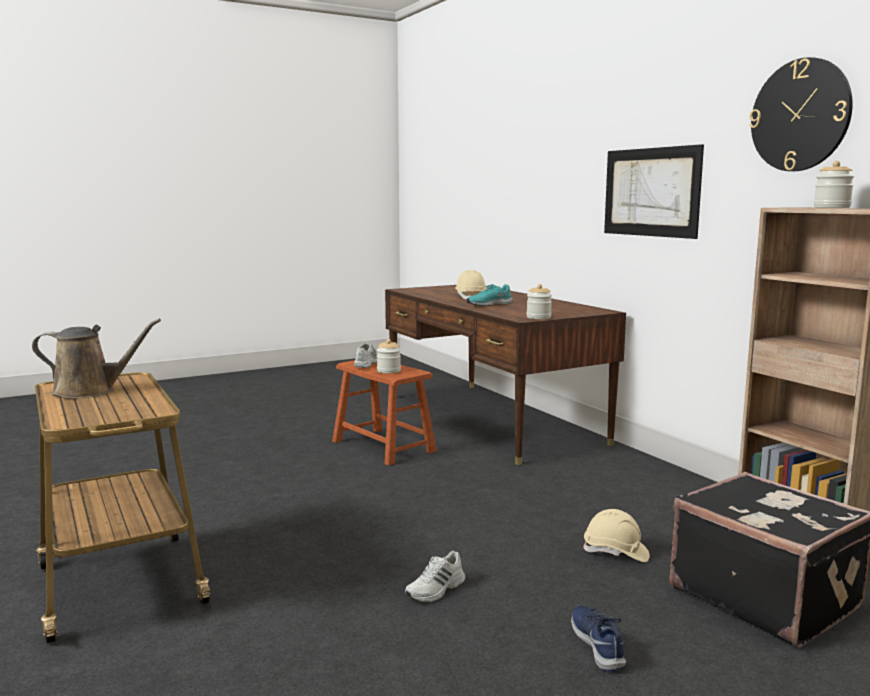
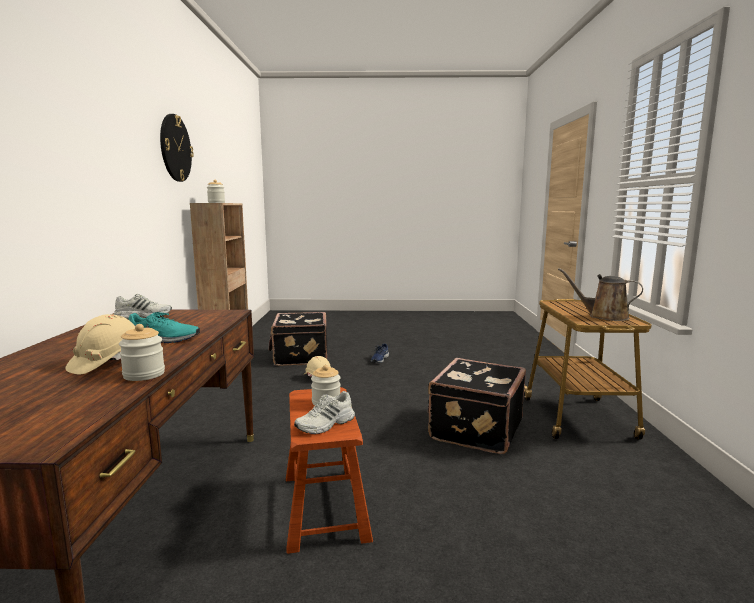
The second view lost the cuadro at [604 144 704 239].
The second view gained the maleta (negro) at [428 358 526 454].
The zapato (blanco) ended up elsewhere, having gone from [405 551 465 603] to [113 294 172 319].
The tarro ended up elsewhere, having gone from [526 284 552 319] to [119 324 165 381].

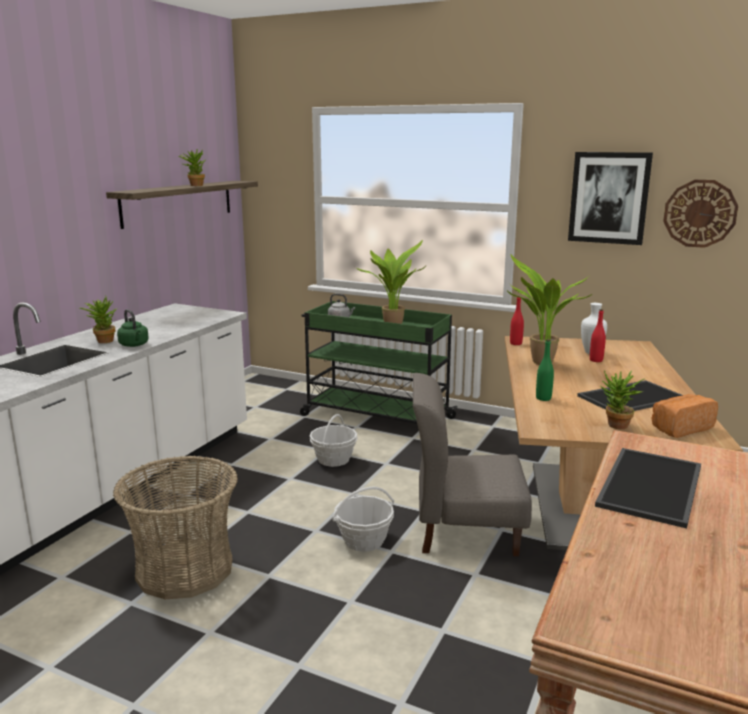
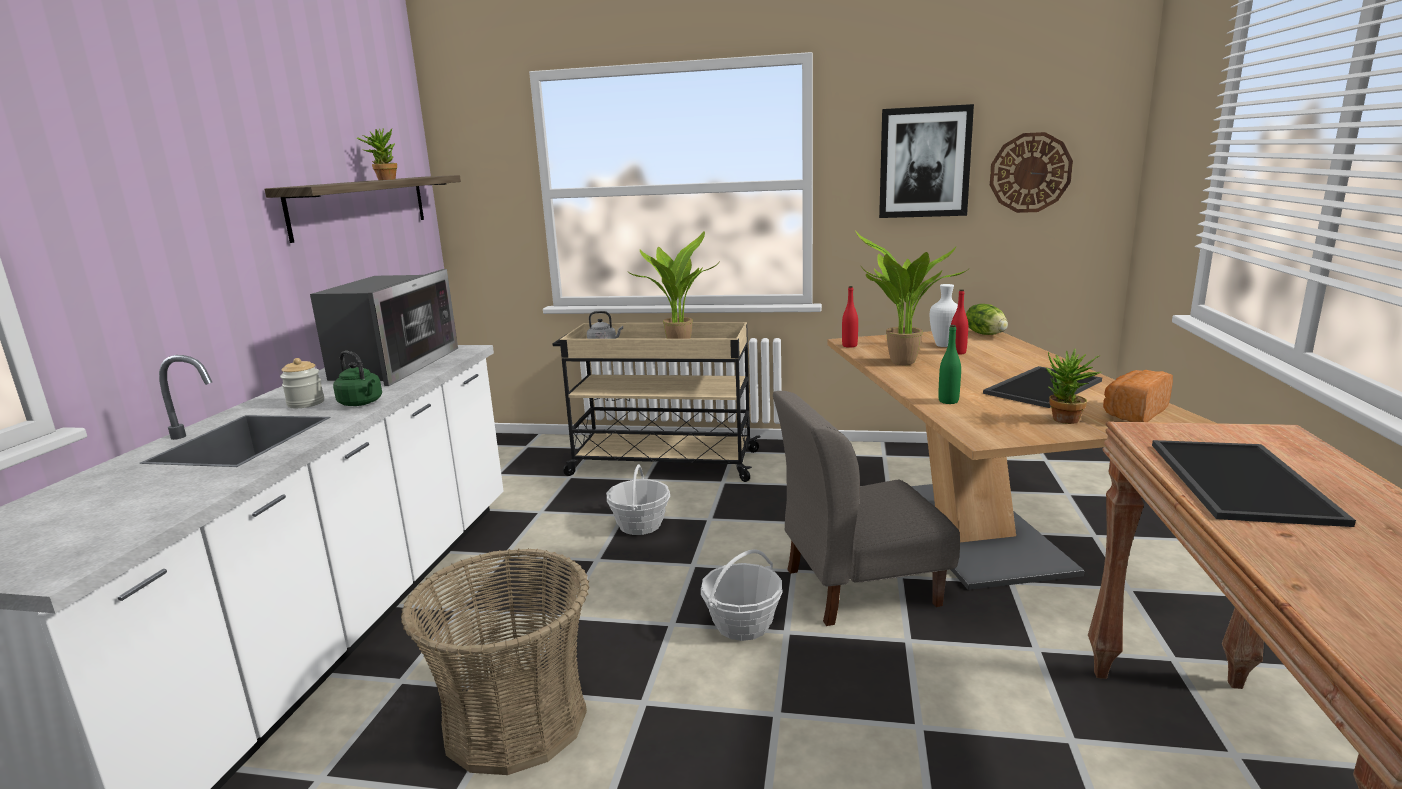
The second view gained the microondas at [310 269 458 386].
The second view gained the lechuga at [966 304 1008 335].
Where the planta en maceta stood at [80 297 117 343], the tarro came to stand at [280 358 324 408].
What was the carrito (verde) at [300 301 458 424] turned into the carrito (beis) at [552 322 761 482].

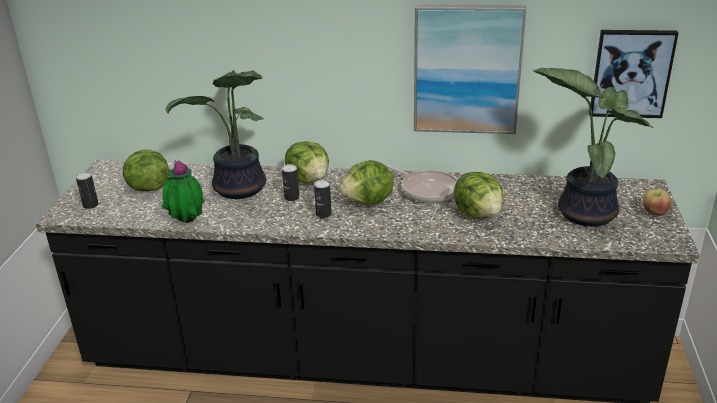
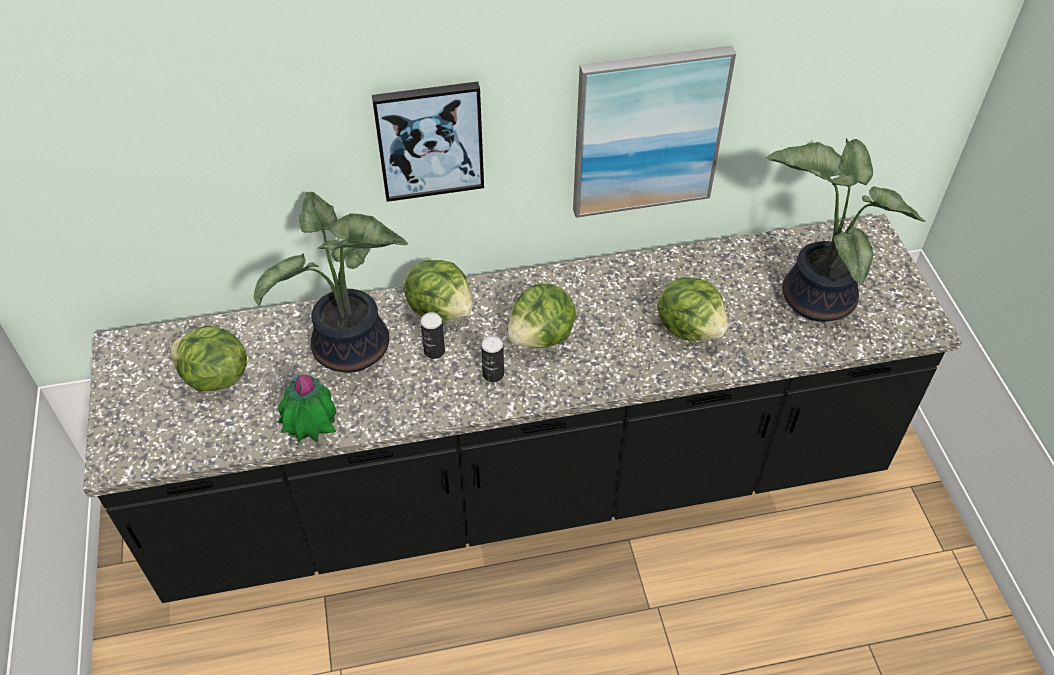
The second view lost the lata at [76 172 99 209].
The second view lost the sartén at [385 164 458 203].
The second view lost the manzana at [643 189 671 216].
The cuadro ended up elsewhere, having gone from [589 30 678 118] to [372 82 484 202].

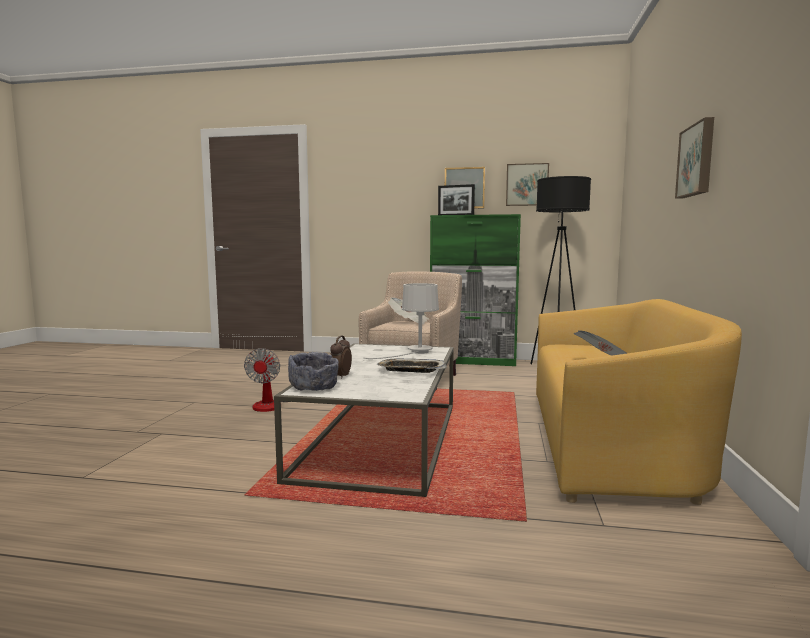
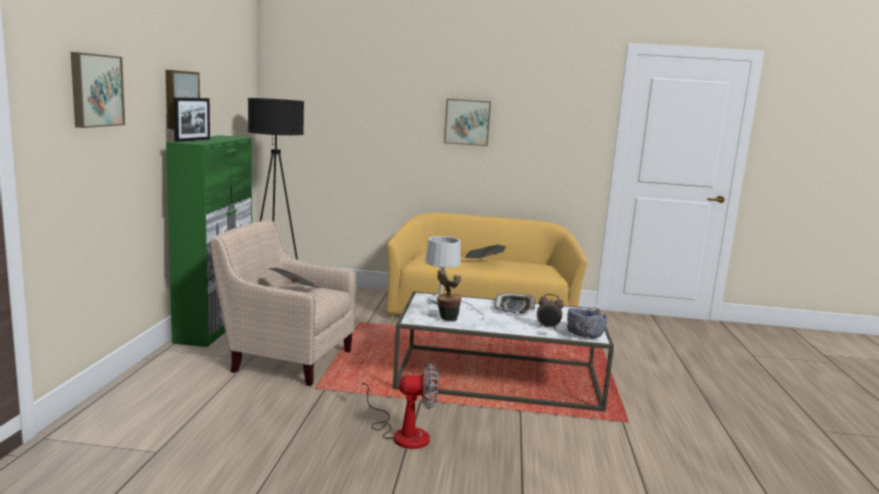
The second view gained the planta en maceta at [437 269 461 321].
The cuadro ended up elsewhere, having gone from [506 163 549 206] to [71 52 125 128].

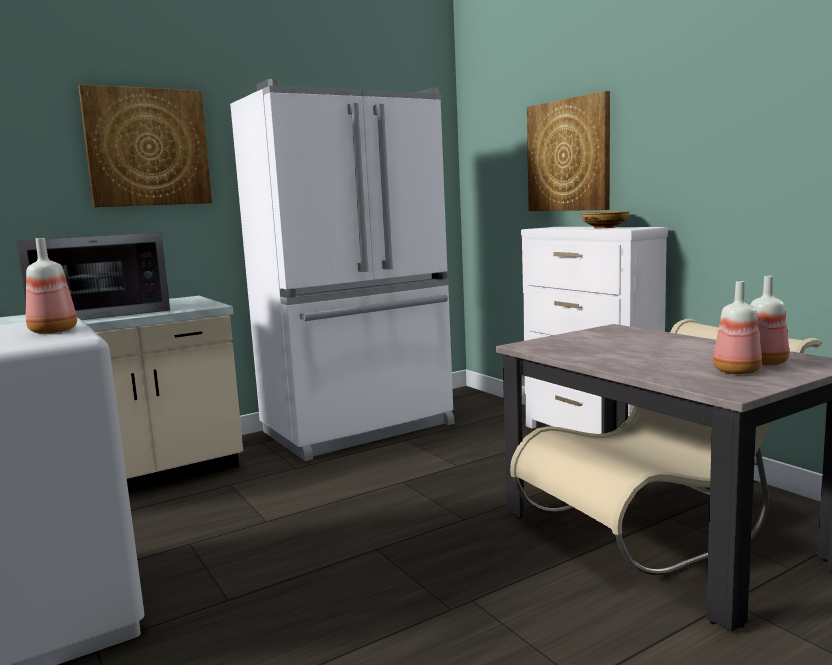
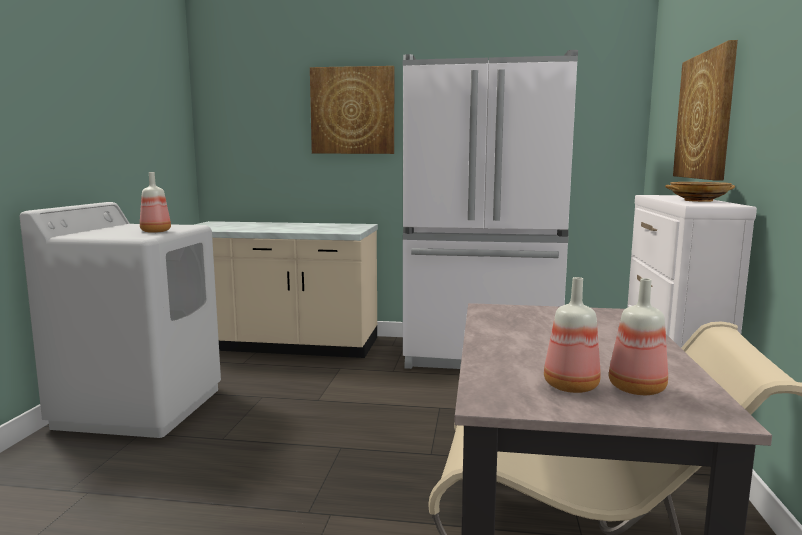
The second view lost the microondas at [16 232 170 320].

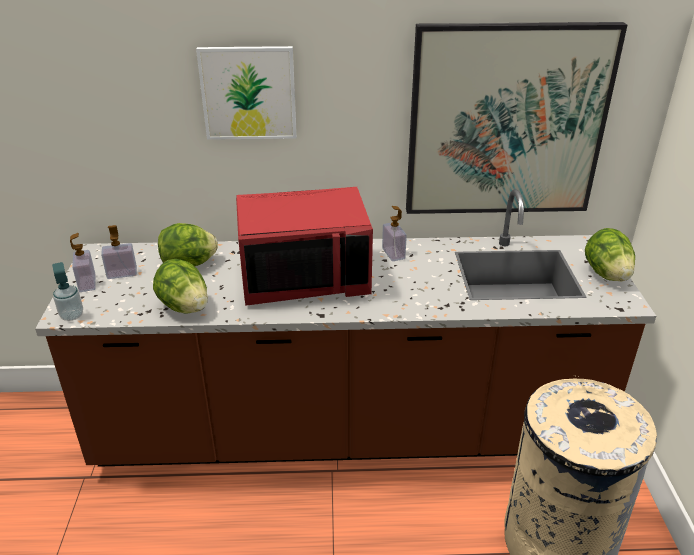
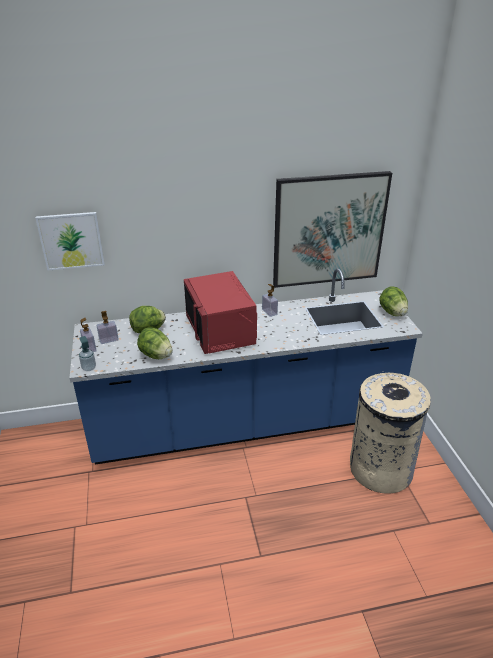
The cuadro ended up elsewhere, having gone from [196 46 297 140] to [35 212 105 271].
What was the mueble bajo de cocina (marrón) at [35 189 656 467] turned into the mueble bajo de cocina (azul) at [69 268 423 465].
The microondas (rojo) at [236 187 373 306] ended up facing another way, 90 degrees clockwise from before.

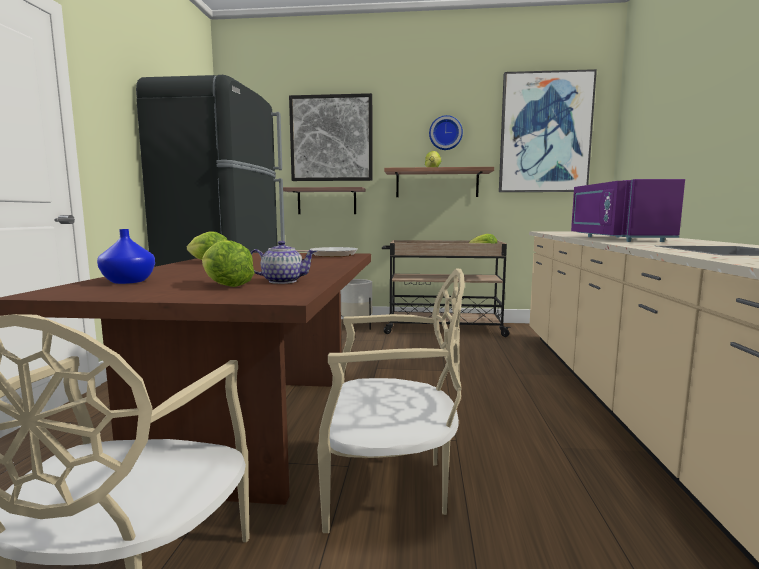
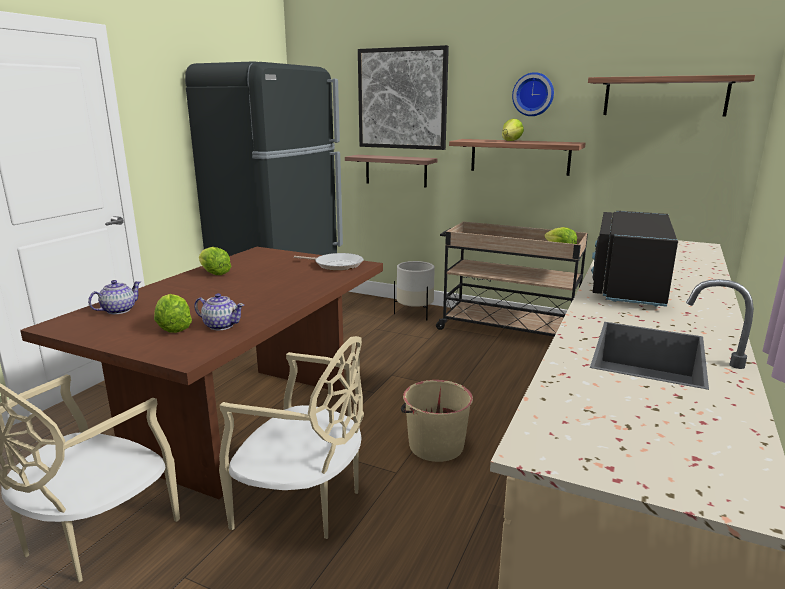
The second view gained the cubo (beis) at [401 380 473 462].
Where the florero (azul) stood at [97 229 155 284], the tetera came to stand at [88 280 141 314].
Where the cuadro hung at [499 69 597 192], the estante came to hang at [588 75 755 116].
What was the microondas (morado) at [571 179 685 242] turned into the microondas (negro) at [591 211 678 307].

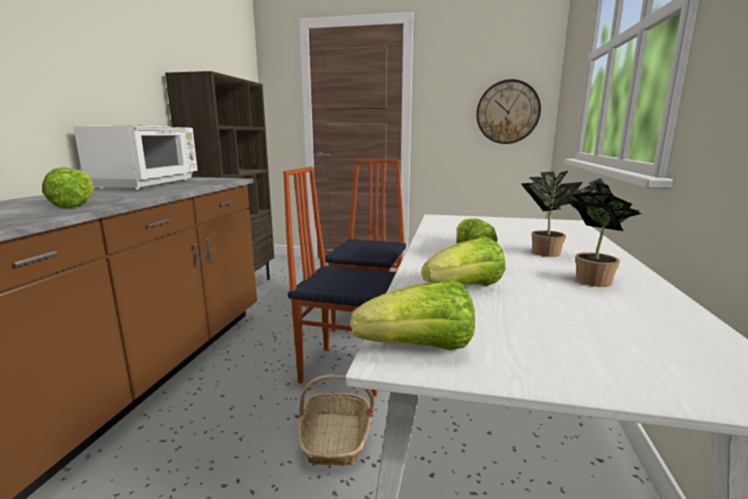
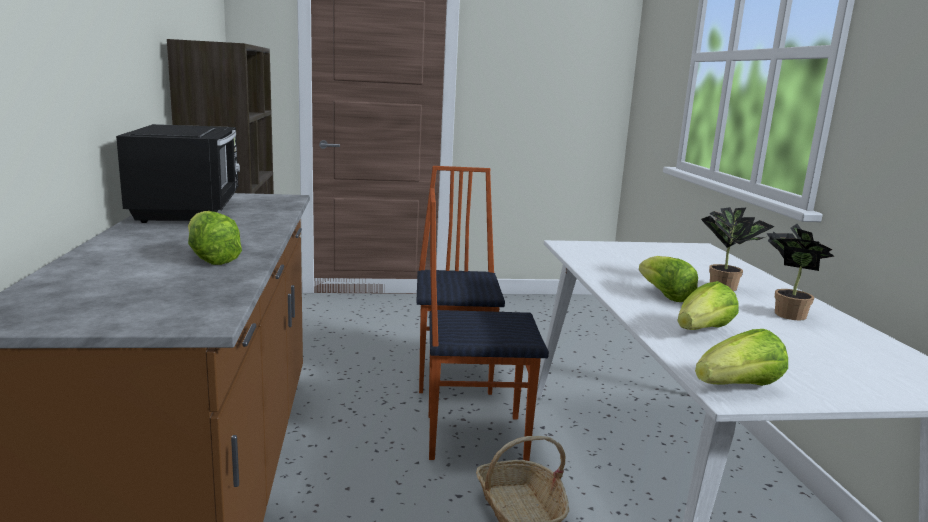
The second view lost the reloj de pared at [476 79 541 144].
What was the microondas (blanco) at [73 125 197 189] turned into the microondas (negro) at [116 124 240 223].

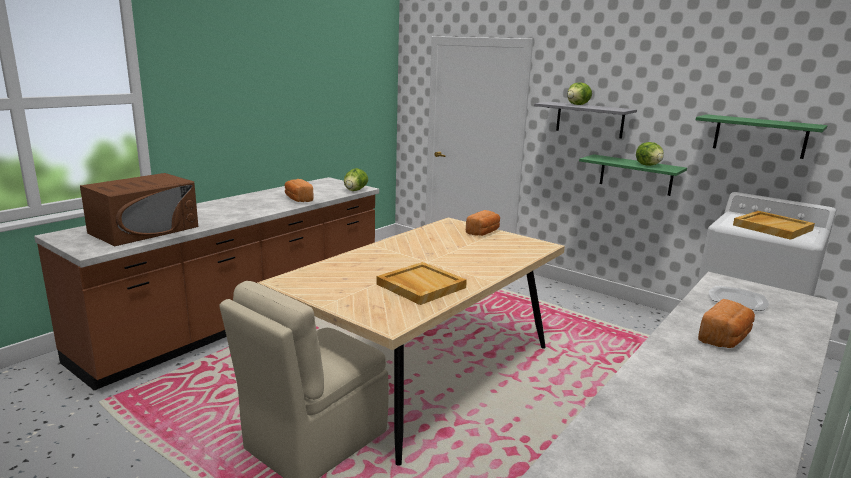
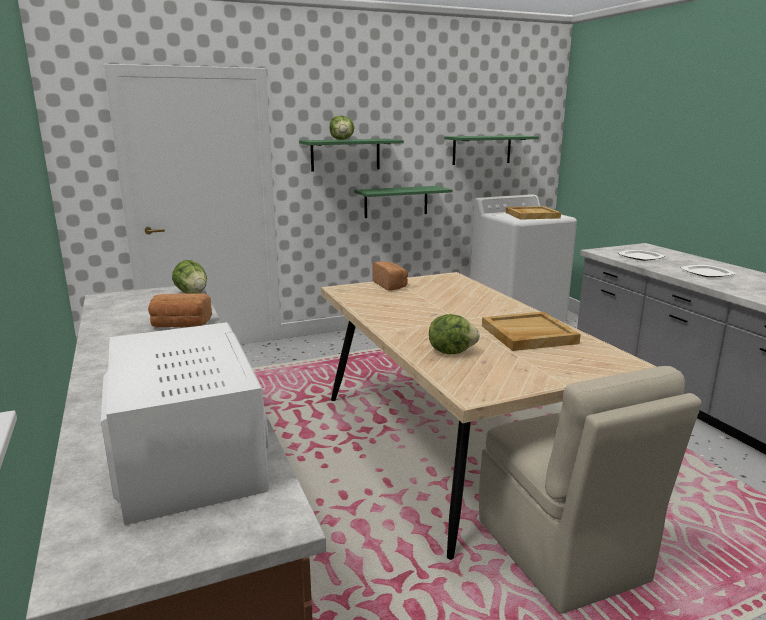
The lechuga ended up elsewhere, having gone from [636 142 664 166] to [429 314 480 354].
Where the pan stood at [698 299 755 348], the plato came to stand at [680 265 736 277].
What was the microondas (marrón) at [80 173 198 246] turned into the microondas (blanco) at [101 322 269 525].
What was the estante (gris) at [534 102 637 139] turned into the estante (verde) at [299 139 404 172].

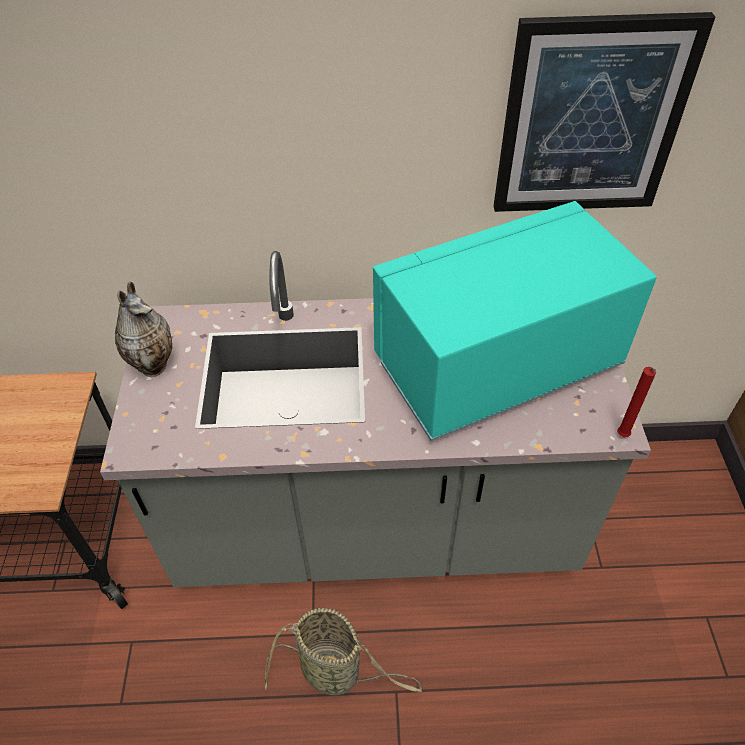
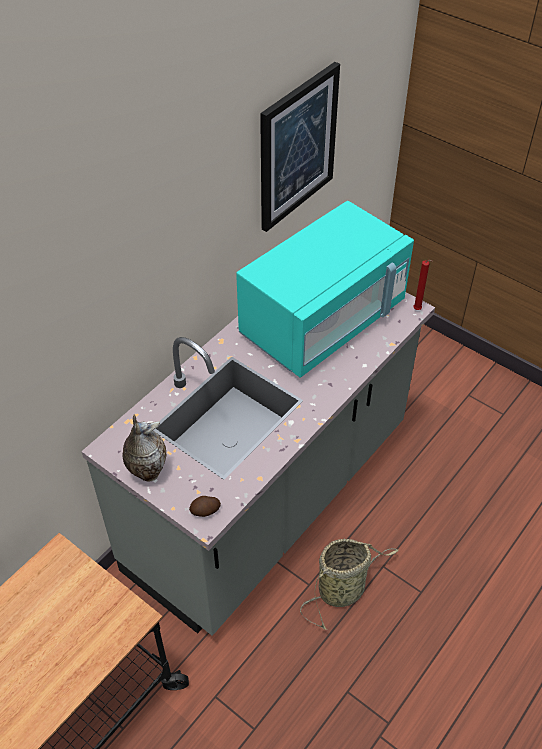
The second view gained the patata at [189 496 221 517].
The microondas (turquesa) at [373 201 656 441] ended up facing another way, 150 degrees counterclockwise from before.

